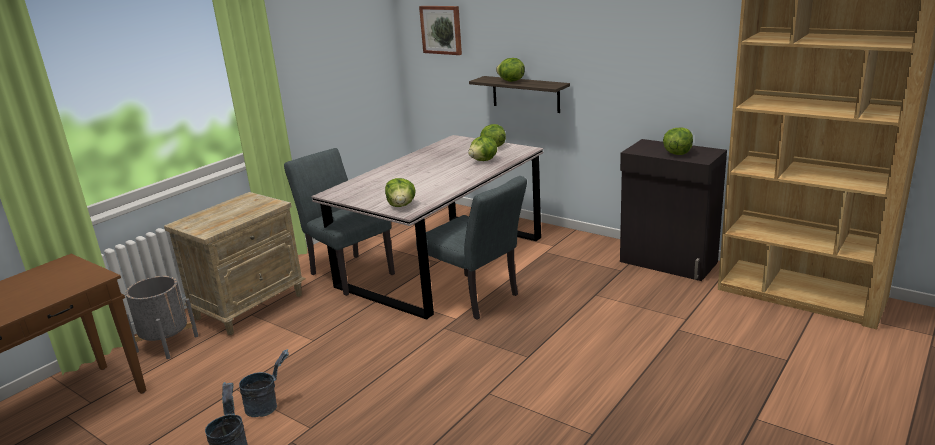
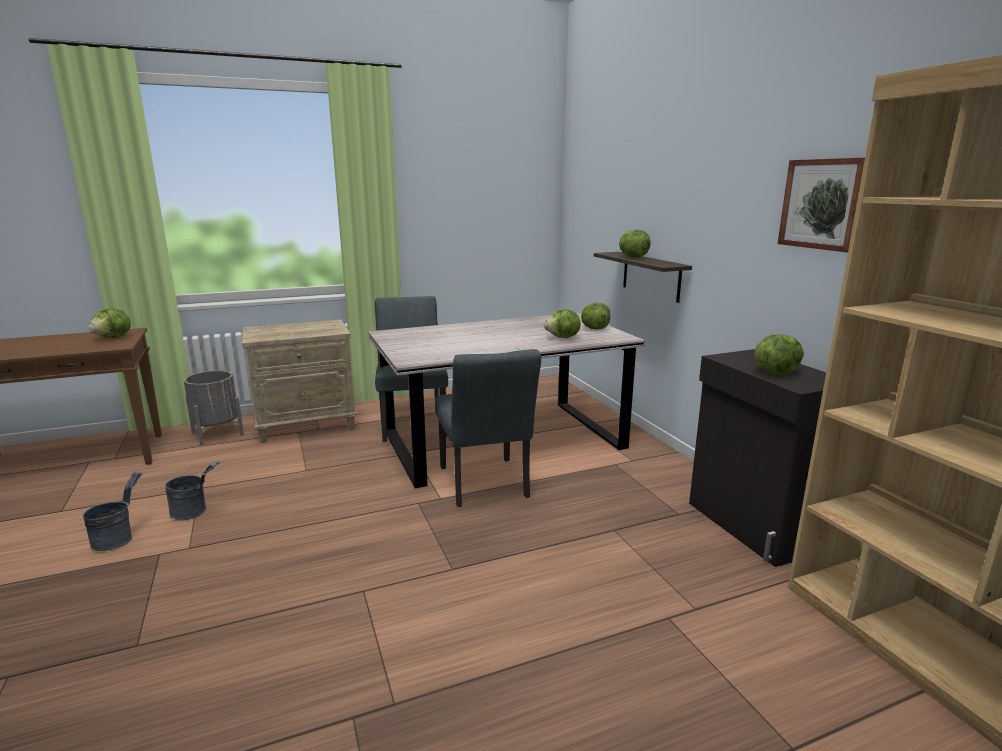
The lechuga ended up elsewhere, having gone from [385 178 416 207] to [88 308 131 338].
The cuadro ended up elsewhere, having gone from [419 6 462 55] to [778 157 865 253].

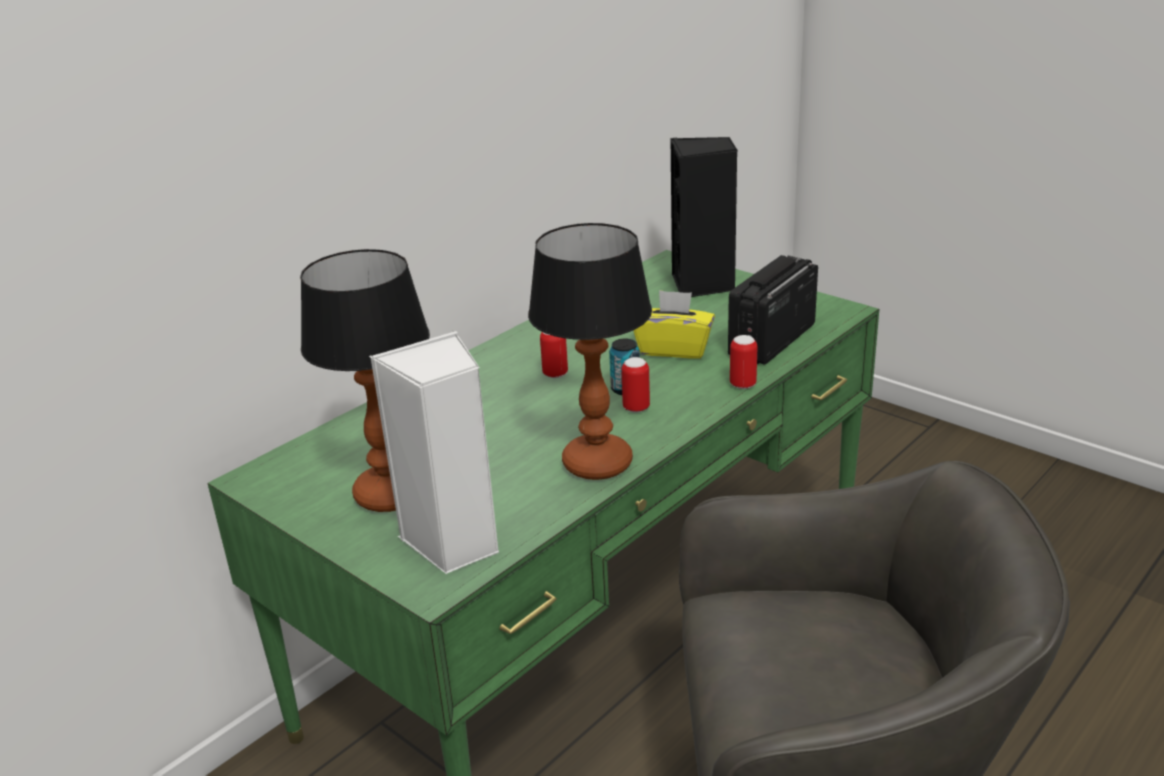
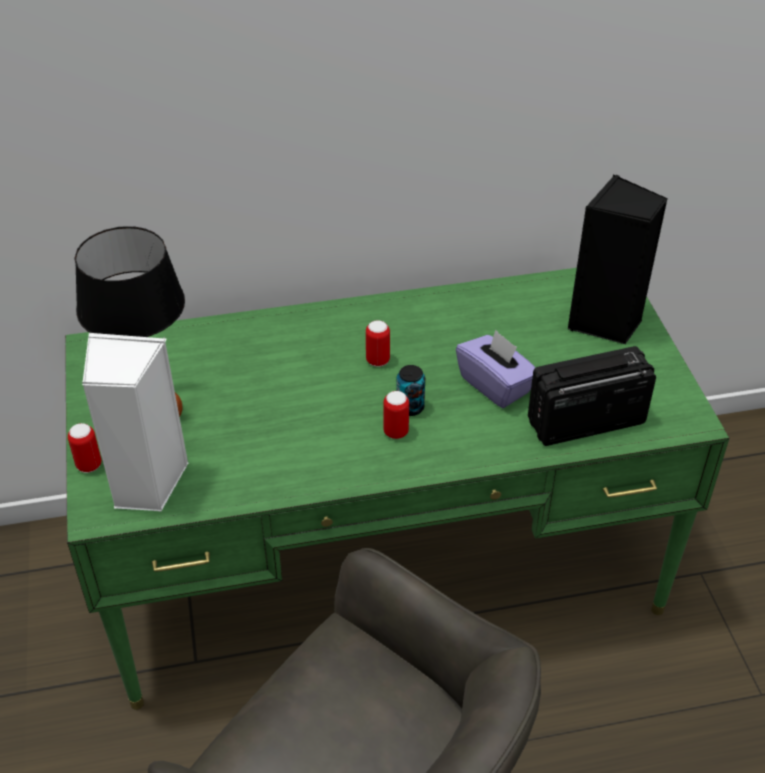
The second view lost the lámpara de mesa at [528 223 652 480].
The lata ended up elsewhere, having gone from [730 335 758 389] to [68 423 101 473].
What was the caja de pañuelos (amarillo) at [633 290 715 359] turned into the caja de pañuelos (morado) at [456 329 536 408].

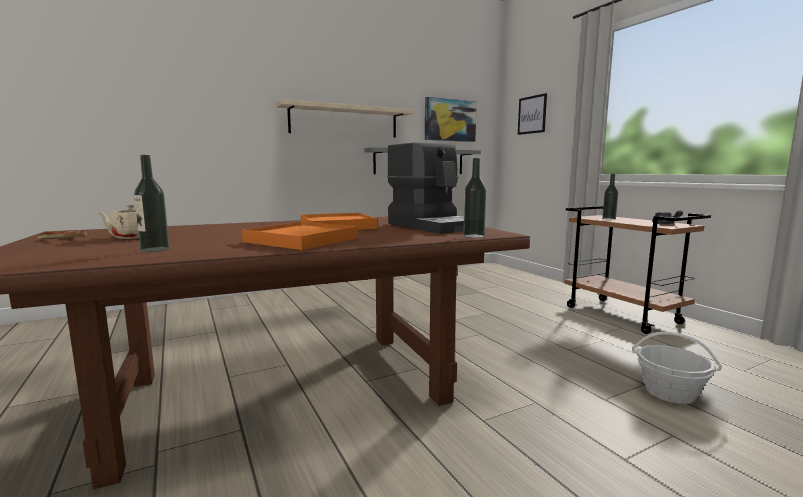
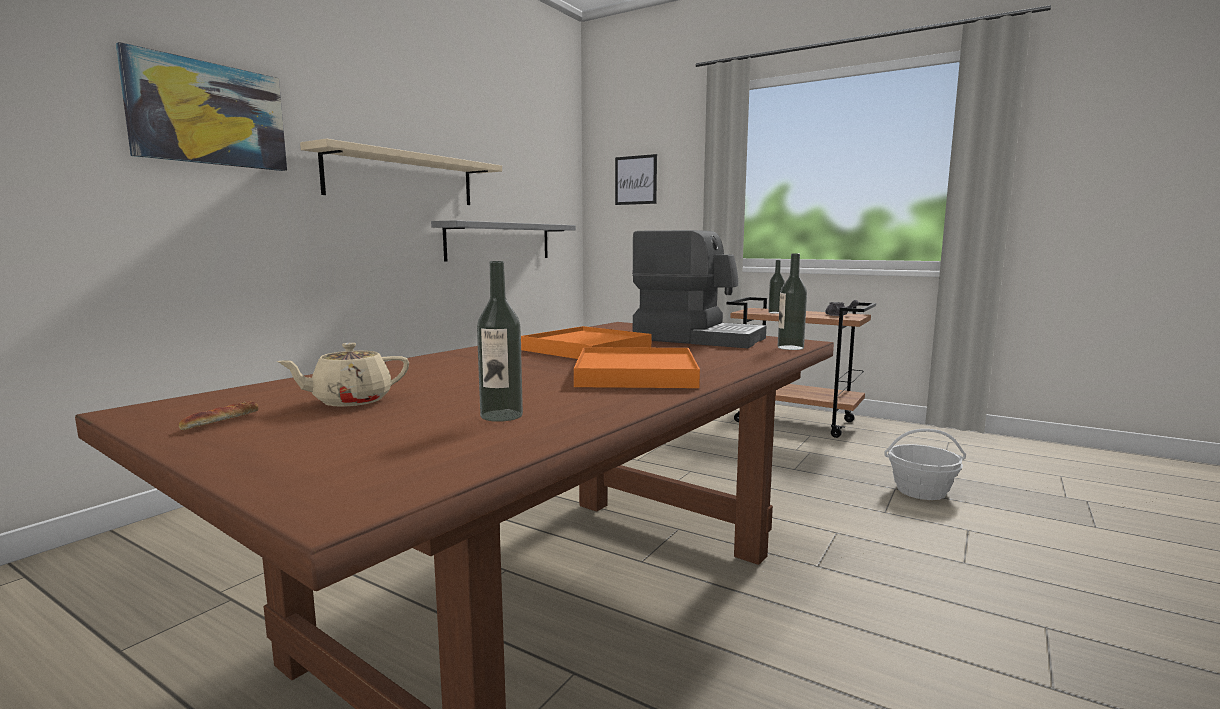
The cuadro ended up elsewhere, having gone from [425 97 477 142] to [116 42 287 171].

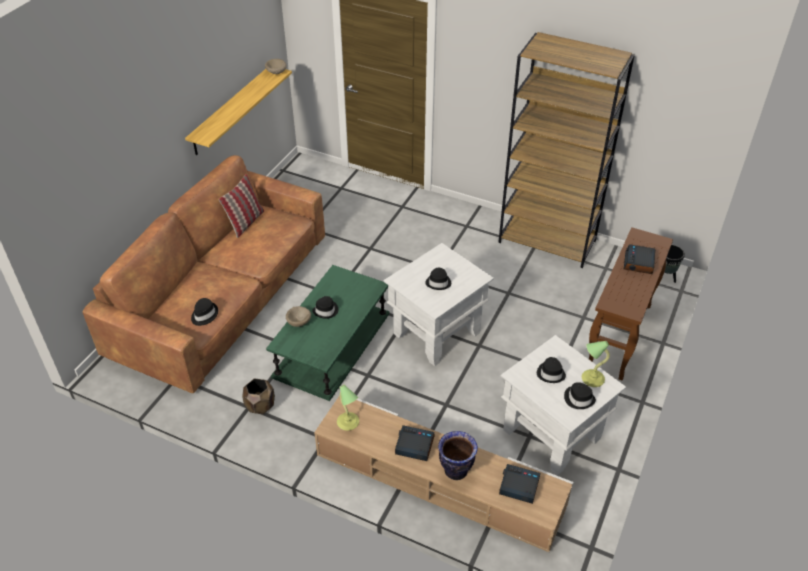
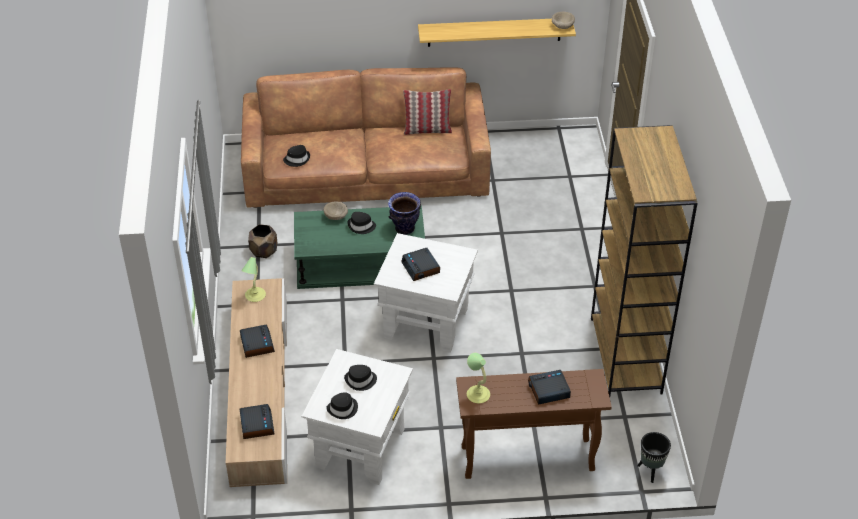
The florero ended up elsewhere, having gone from [438 431 478 480] to [388 192 421 235].
The lámpara de mesa ended up elsewhere, having gone from [582 341 610 387] to [467 353 490 404].
Where the sombrero (negro) stood at [425 268 451 290], the despertador came to stand at [401 248 440 281].

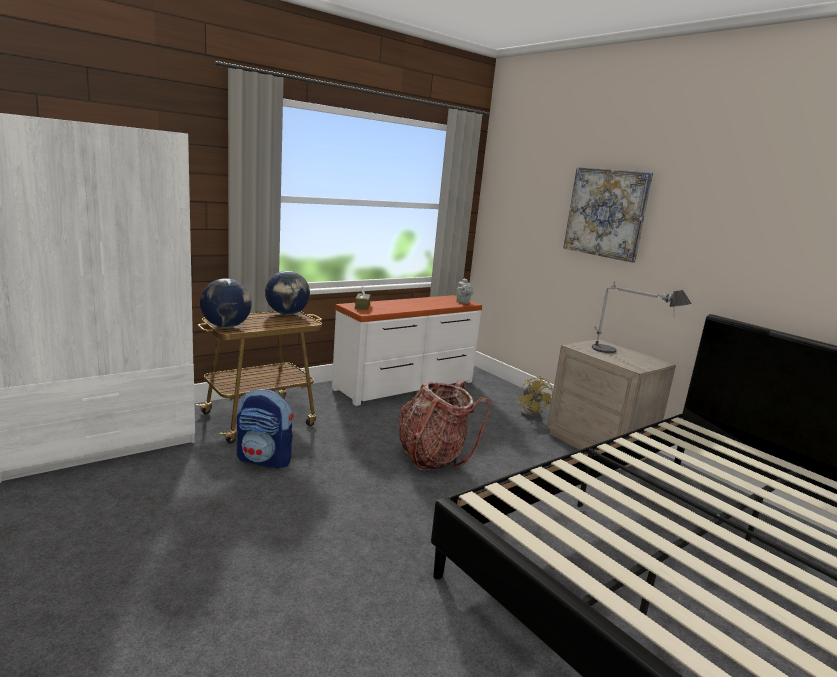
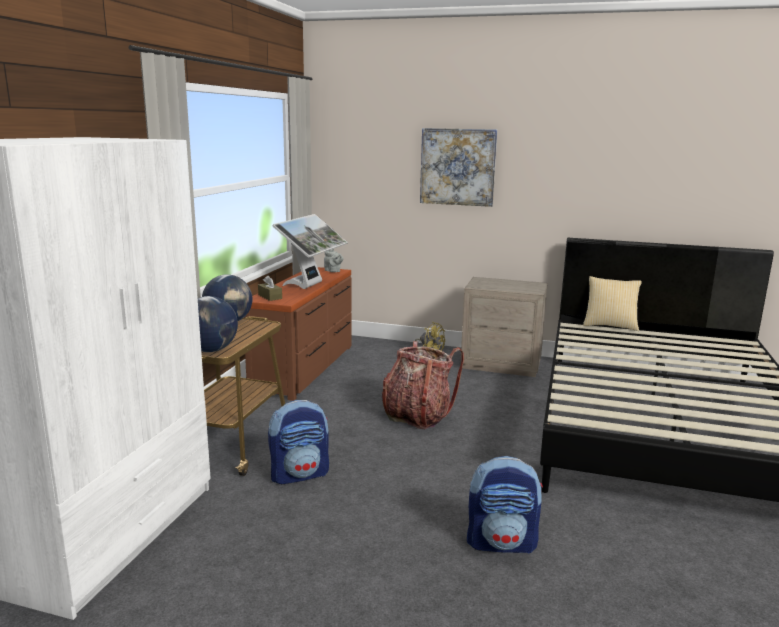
The second view lost the lámpara de mesa at [592 281 692 353].
The second view gained the monitor at [272 214 348 289].
The second view gained the mochila at [467 456 543 554].
The second view gained the cojín at [583 276 642 331].
What was the cómoda (blanco) at [332 295 482 406] turned into the cómoda (marrón) at [244 267 351 401].

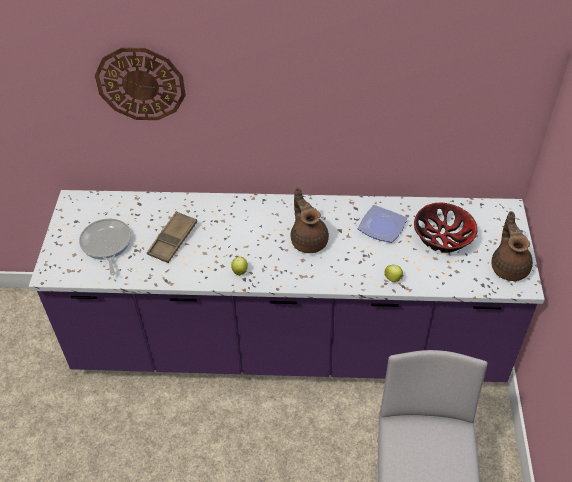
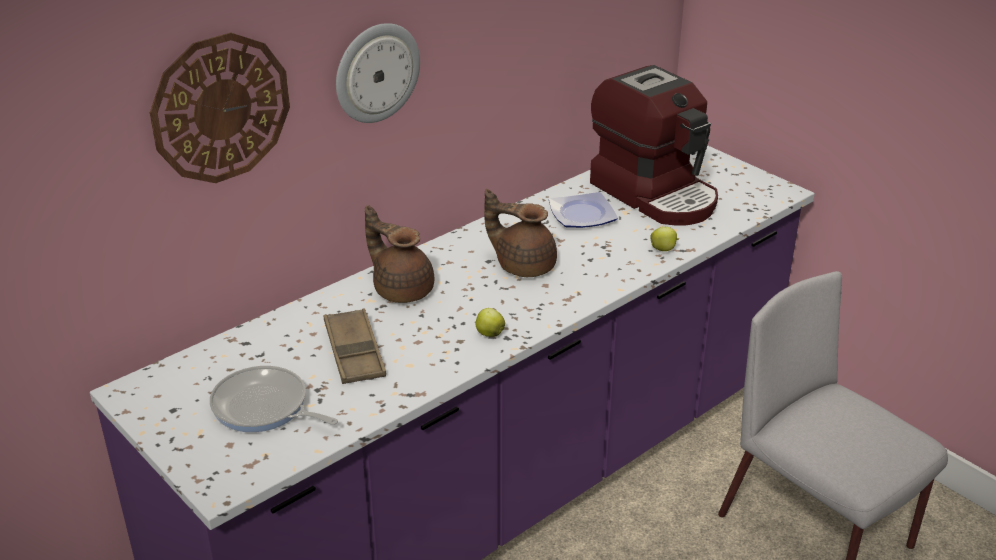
The second view gained the reloj de pared at [336 23 420 123].
The tetera (marrón) ended up elsewhere, having gone from [492 211 533 281] to [365 205 434 303].
Where the cuenco stood at [414 203 477 253], the cafetera came to stand at [590 65 718 226].

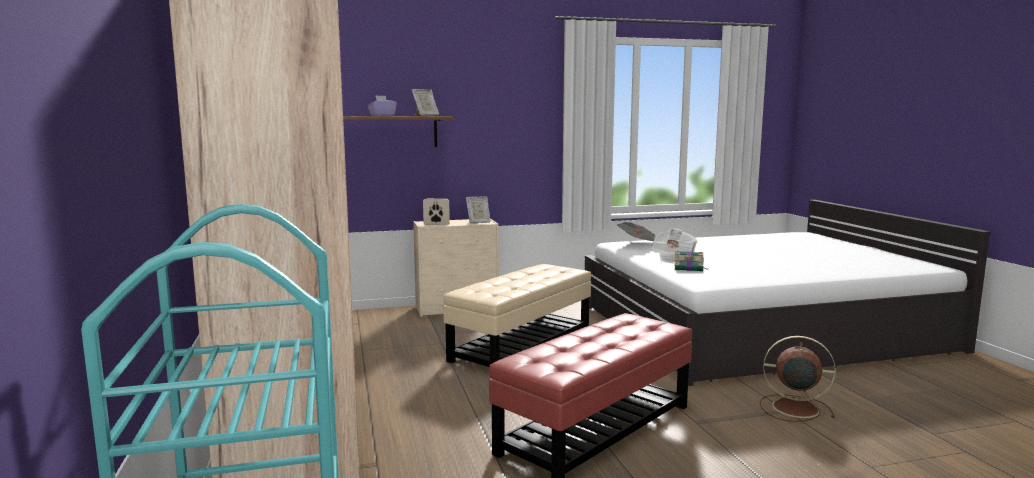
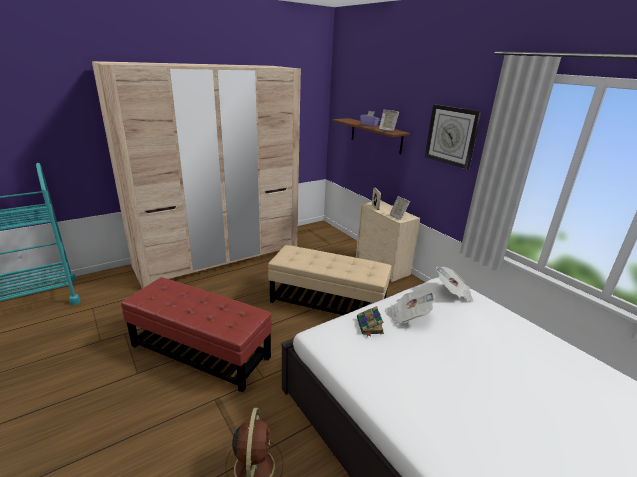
The second view gained the reloj de pared at [425 104 482 169].

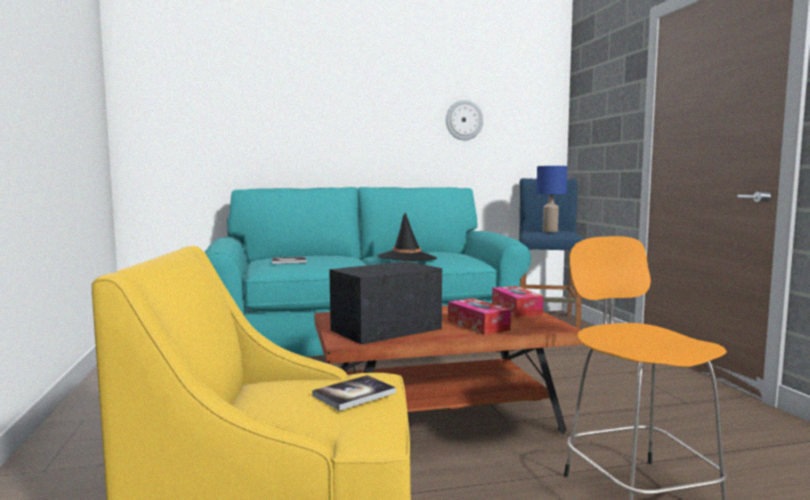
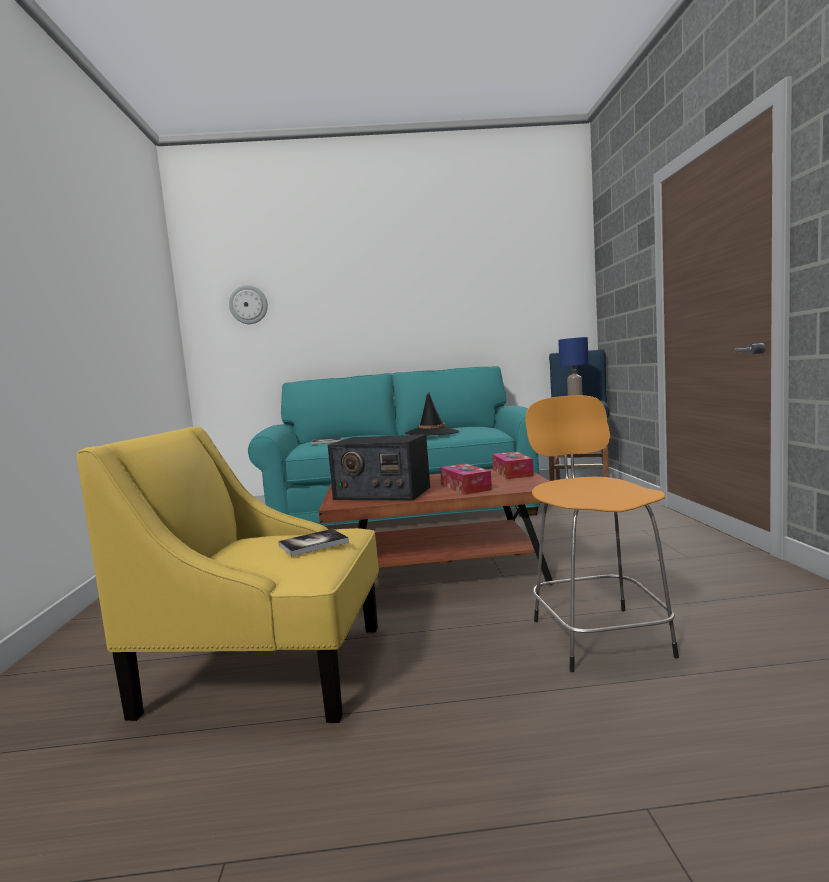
The reloj de pared ended up elsewhere, having gone from [446 100 483 140] to [229 285 268 324].
The radio at [329 261 442 345] ended up facing another way, 135 degrees counterclockwise from before.

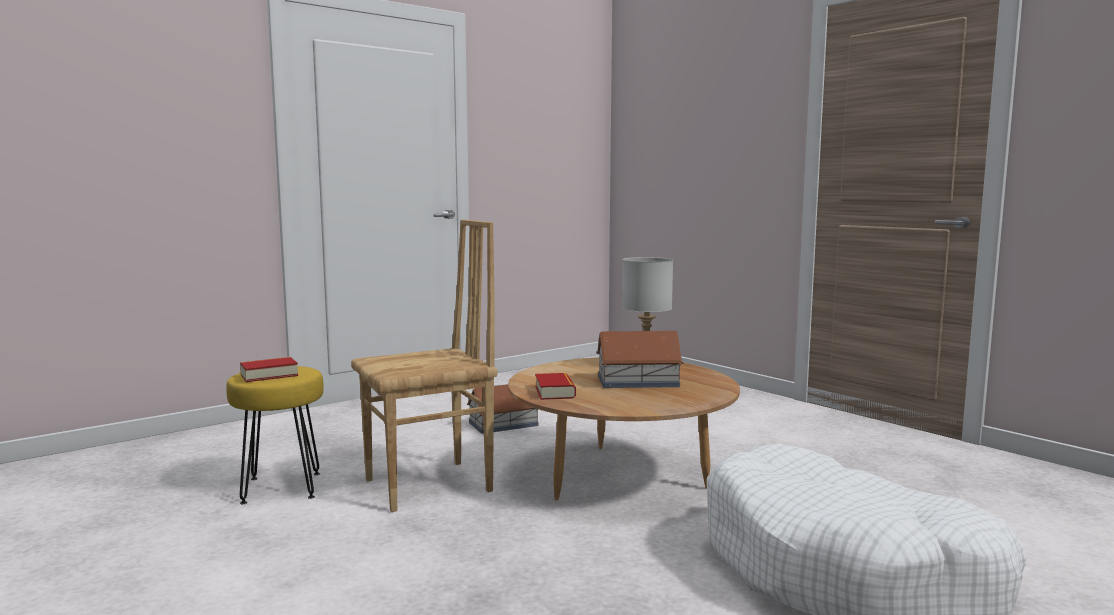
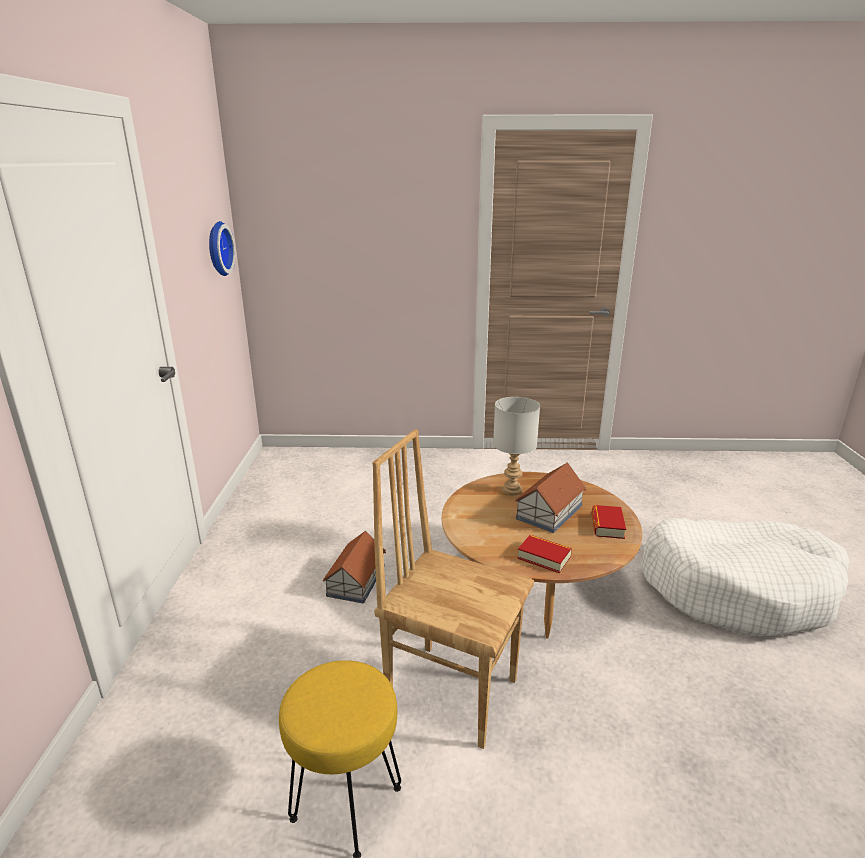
The second view gained the reloj de pared at [209 221 235 276].
The libro ended up elsewhere, having gone from [240 357 298 382] to [592 505 626 539].
The silla (marrón) at [351 220 497 512] ended up facing another way, 75 degrees counterclockwise from before.

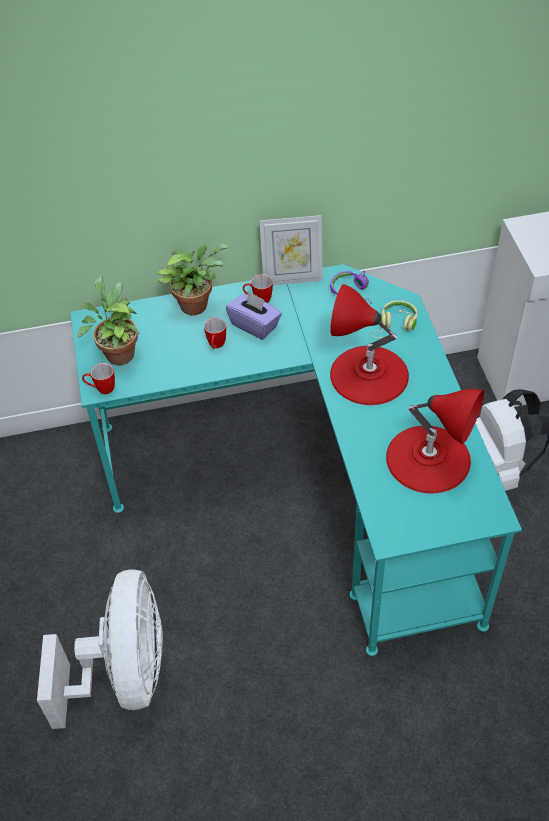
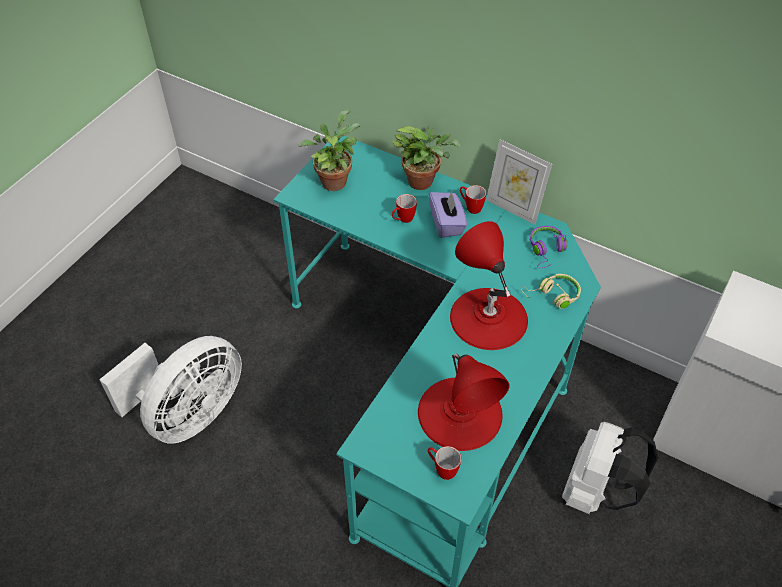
The taza grande ended up elsewhere, having gone from [82 363 115 394] to [428 446 461 480].

